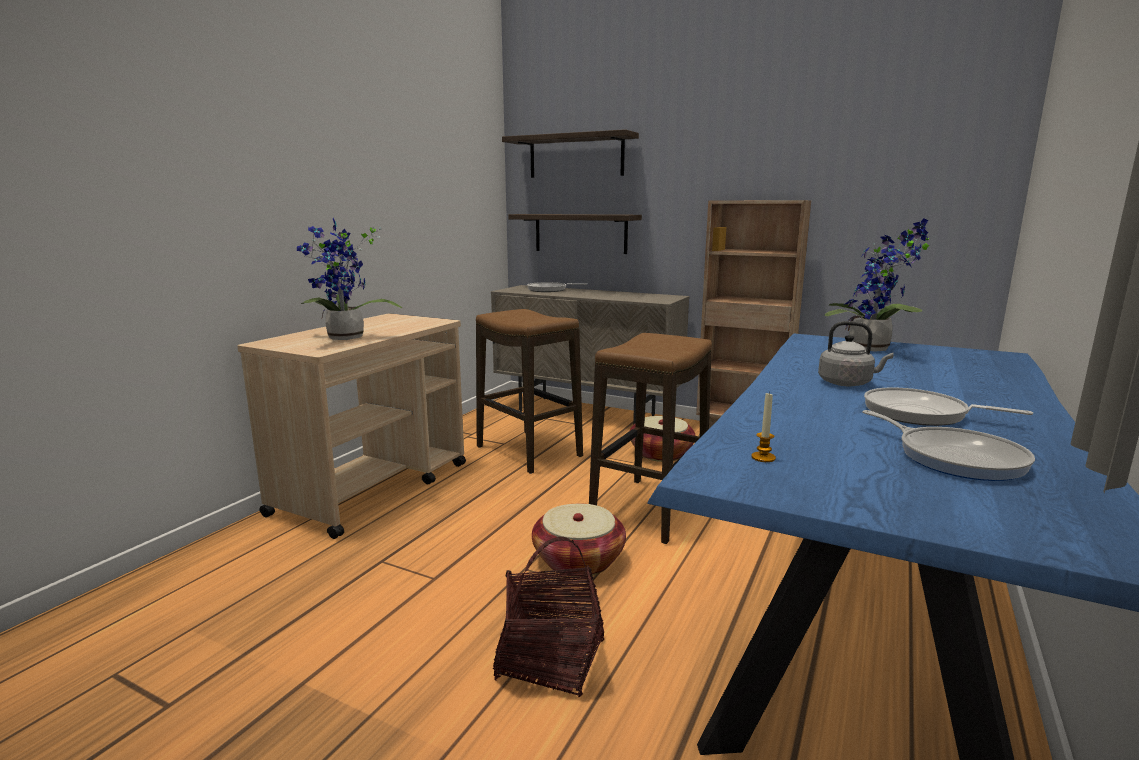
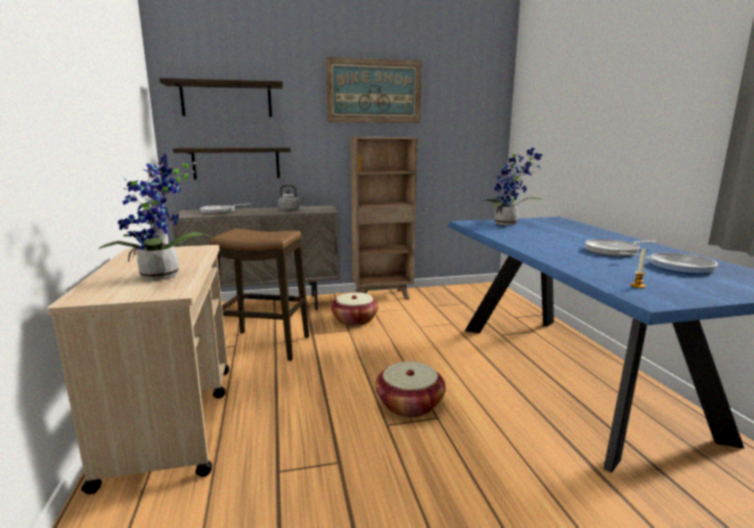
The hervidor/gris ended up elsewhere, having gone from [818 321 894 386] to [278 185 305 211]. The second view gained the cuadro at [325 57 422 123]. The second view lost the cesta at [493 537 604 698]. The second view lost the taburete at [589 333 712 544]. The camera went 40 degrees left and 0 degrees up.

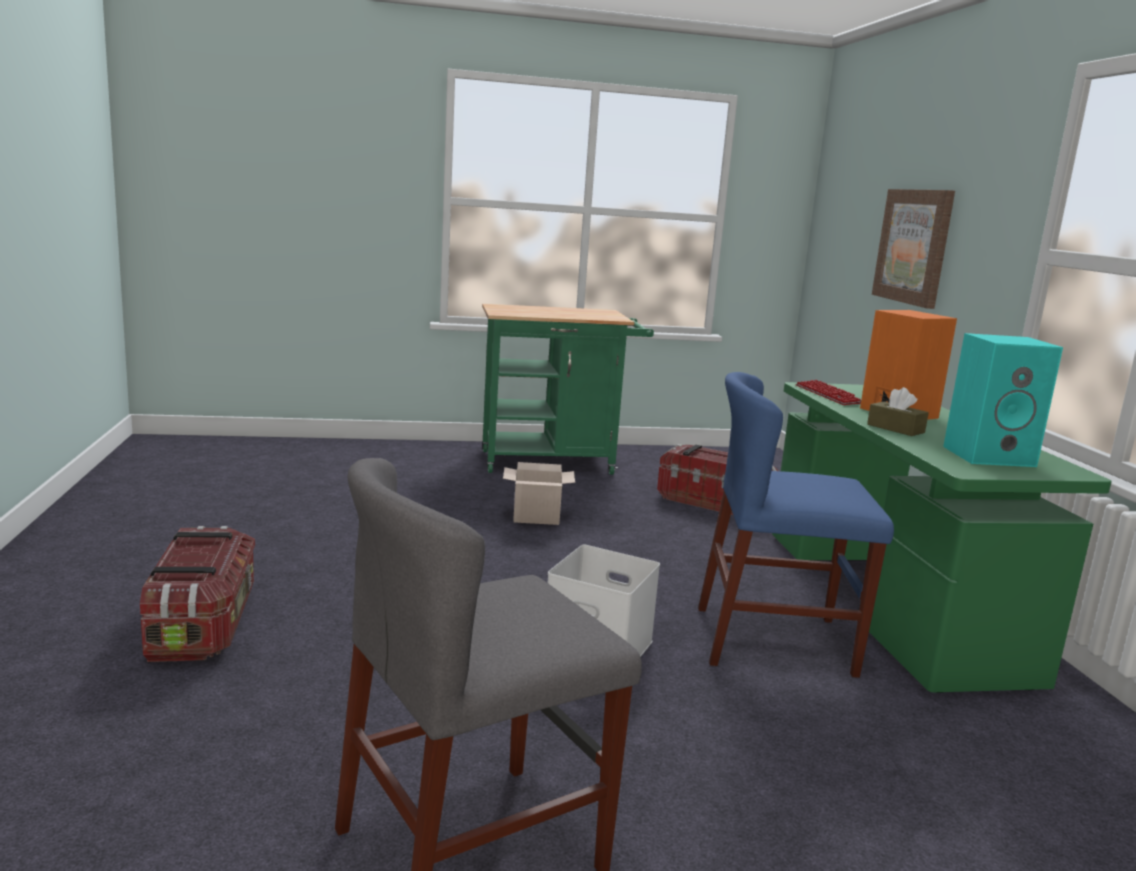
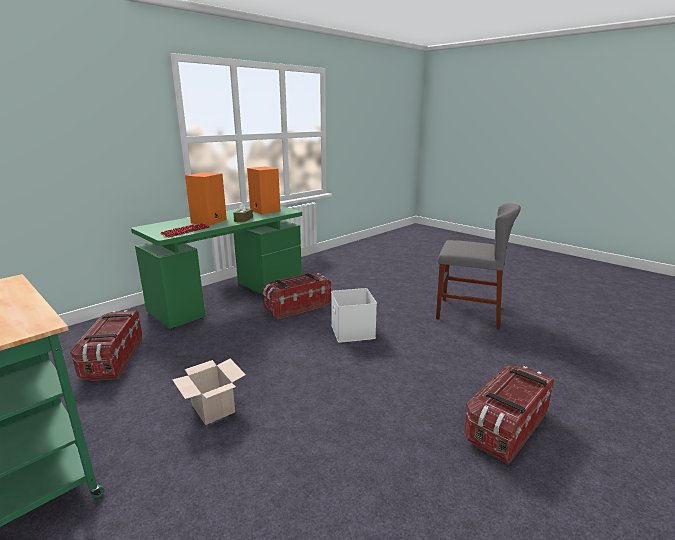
What was the altavoz/turquesa at [943 333 1063 467] turned into the altavoz/naranja at [247 166 280 215]. Where the silla/azul stood at [698 372 894 678], the caja de almacenaje came to stand at [262 273 331 319]. The second view lost the cuadro at [872 189 955 309]. The camera went 125 degrees left and 5 degrees up.

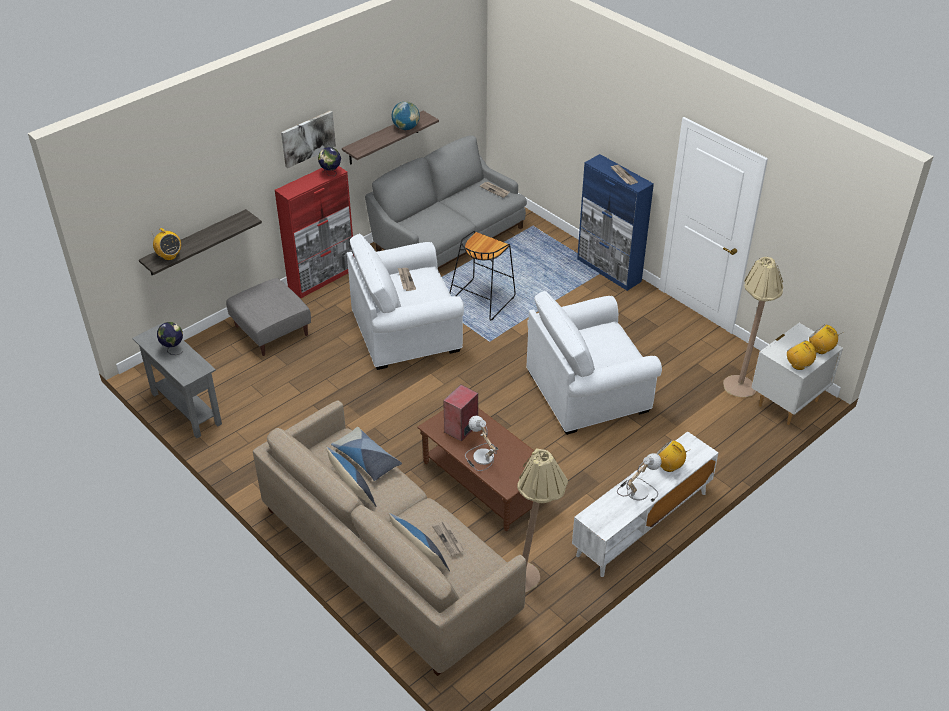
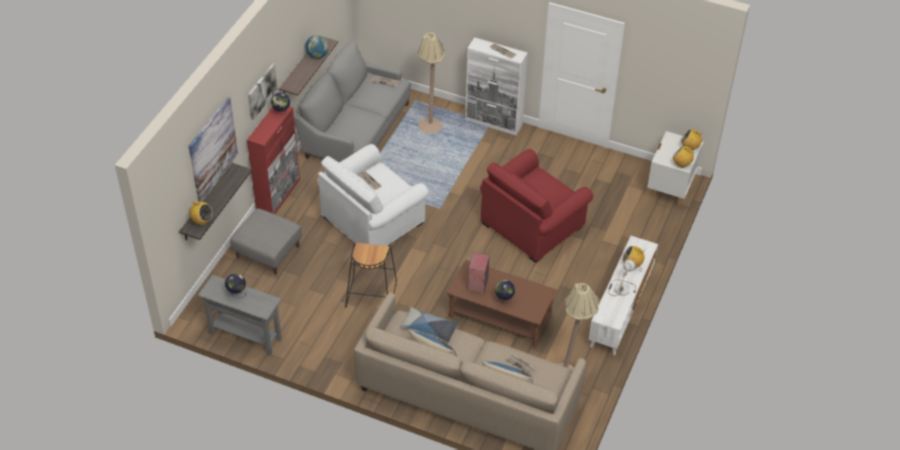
The second view gained the cuadro at [188 97 238 202]. The taburete/negro ended up elsewhere, having gone from [450 231 516 321] to [345 242 397 308]. The lámpara de pie/beis ended up elsewhere, having gone from [723 256 783 397] to [418 32 445 133]. What was the armario/azul at [577 154 654 291] turned into the armario/blanco at [465 37 528 135]. What was the sillón/blanco at [526 291 662 435] turned into the sillón/rojo at [480 149 593 263]. Where the lámpara de mesa stood at [465 416 498 471], the globo terráqueo came to stand at [495 280 515 304]. The camera went 25 degrees left and 5 degrees up.

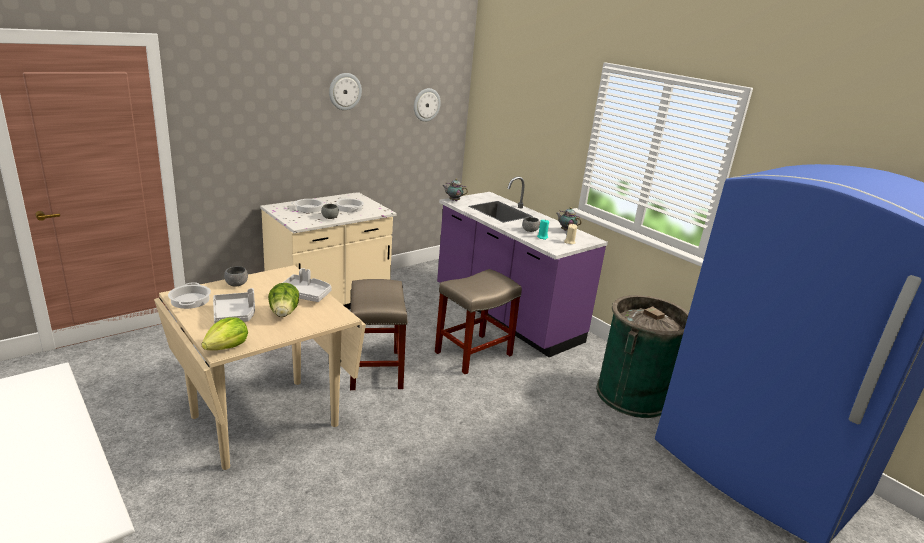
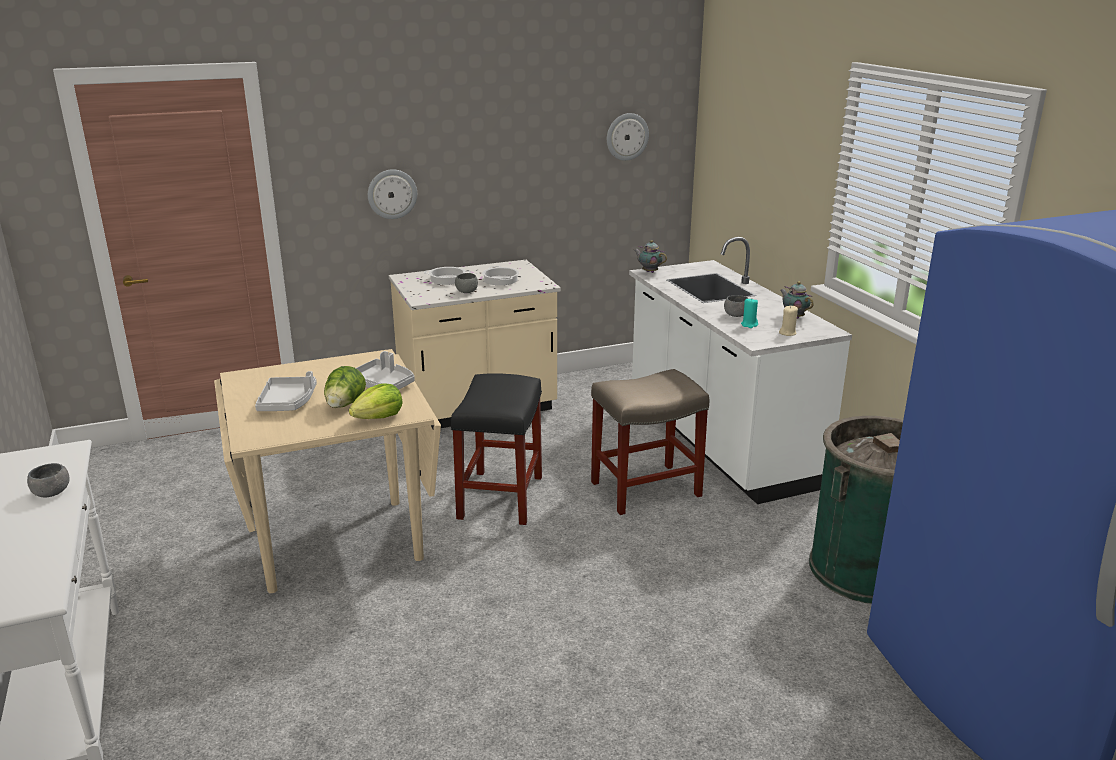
The cuenco/gris ended up elsewhere, having gone from [224 266 248 287] to [27 463 70 497]. The lechuga ended up elsewhere, having gone from [202 317 248 350] to [349 383 403 419]. The reloj de pared ended up elsewhere, having gone from [329 73 362 110] to [368 169 417 219]. What was the taburete/beis at [350 279 408 390] turned into the taburete/negro at [451 373 542 525]. What was the mueble bajo de cocina/morado at [437 176 608 357] turned into the mueble bajo de cocina/blanco at [629 237 852 504]. The second view lost the olla at [168 282 211 309]. The camera went 20 degrees right and 0 degrees up.

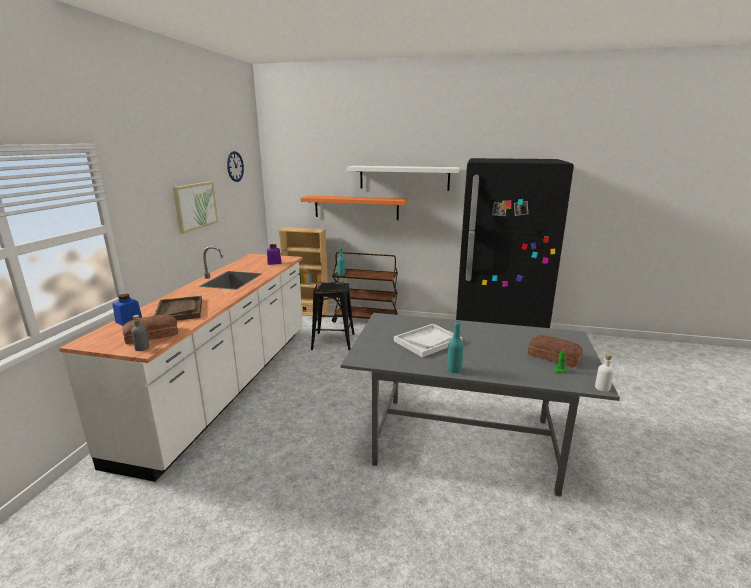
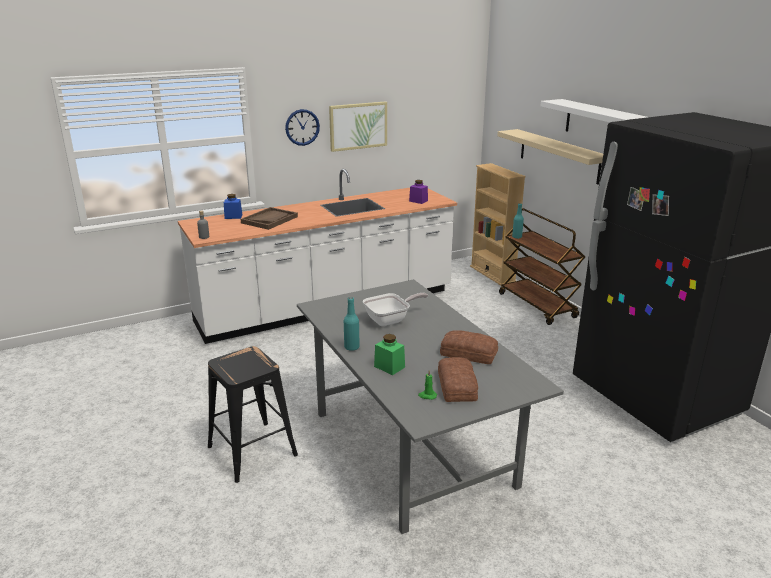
The taburete/negro ended up elsewhere, having gone from [311 282 355 351] to [208 346 298 483]. The reloj de pared ended up elsewhere, having gone from [227 151 244 182] to [285 109 320 146]. Where the bandeja/blanco stood at [394 324 462 357], the sartén came to stand at [363 293 428 326]. The second view gained the tarro/verde at [374 334 405 375]. The pan ended up elsewhere, having gone from [123 315 178 345] to [440 330 498 364]. What was the estante/naranja at [300 196 407 220] turned into the estante/beis at [497 129 603 184]. The second view lost the botella/blanco at [595 353 614 392]. The camera went 50 degrees right and 5 degrees up.

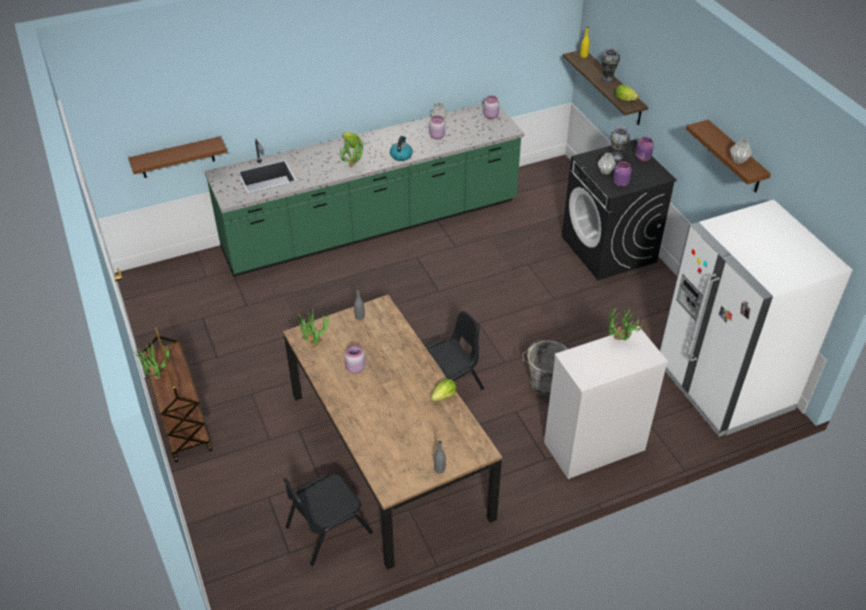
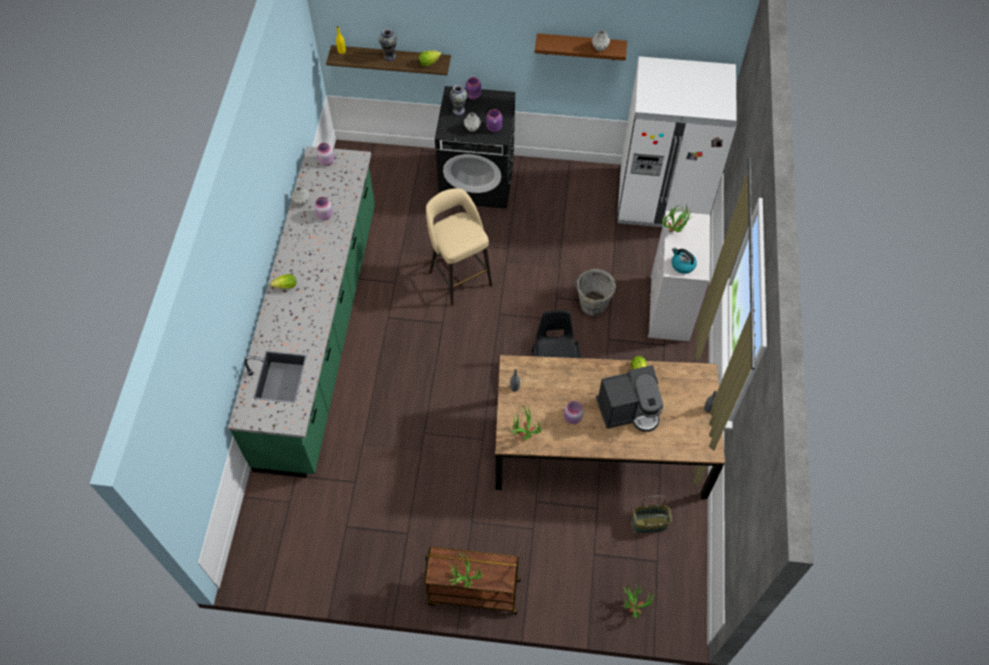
The second view gained the taburete/beis at [426 188 492 306]. The second view gained the cafetera at [596 365 664 432]. The planta en maceta ended up elsewhere, having gone from [340 136 365 167] to [623 583 655 618]. Where the silla/negro stood at [283 474 373 566], the cesta came to stand at [632 496 672 533]. The hervidor ended up elsewhere, having gone from [390 136 413 161] to [672 248 697 274]. The second view lost the estante/marrón at [128 136 227 178]. The camera went 60 degrees left and 15 degrees up.

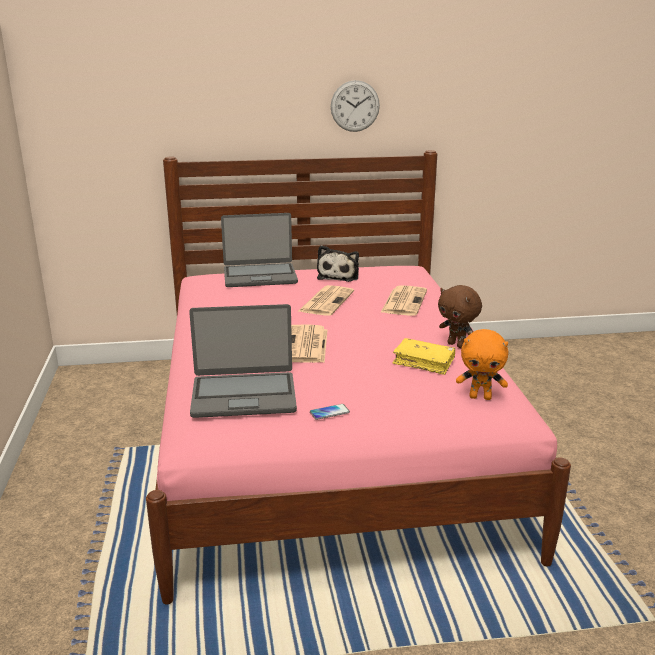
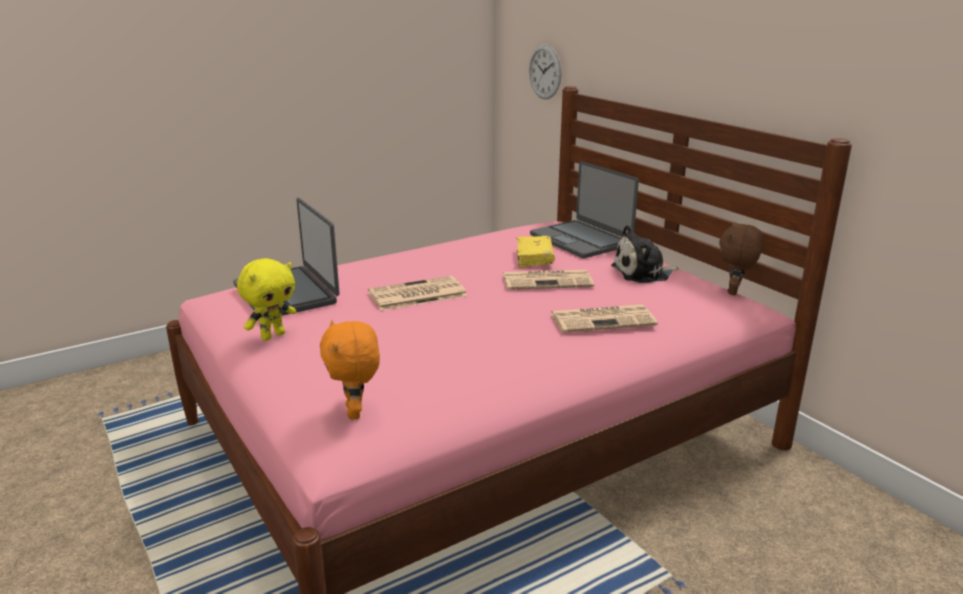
Where the móvil stood at [310 404 350 420], the peluche/amarillo came to stand at [237 258 296 341]. The libro/amarillo ended up elsewhere, having gone from [392 338 456 375] to [517 236 555 268]. The reloj de pared ended up elsewhere, having gone from [331 80 380 132] to [529 45 562 99]. The peluche/marrón ended up elsewhere, having gone from [438 285 482 349] to [719 222 763 295]. The camera went 65 degrees right and 0 degrees up.

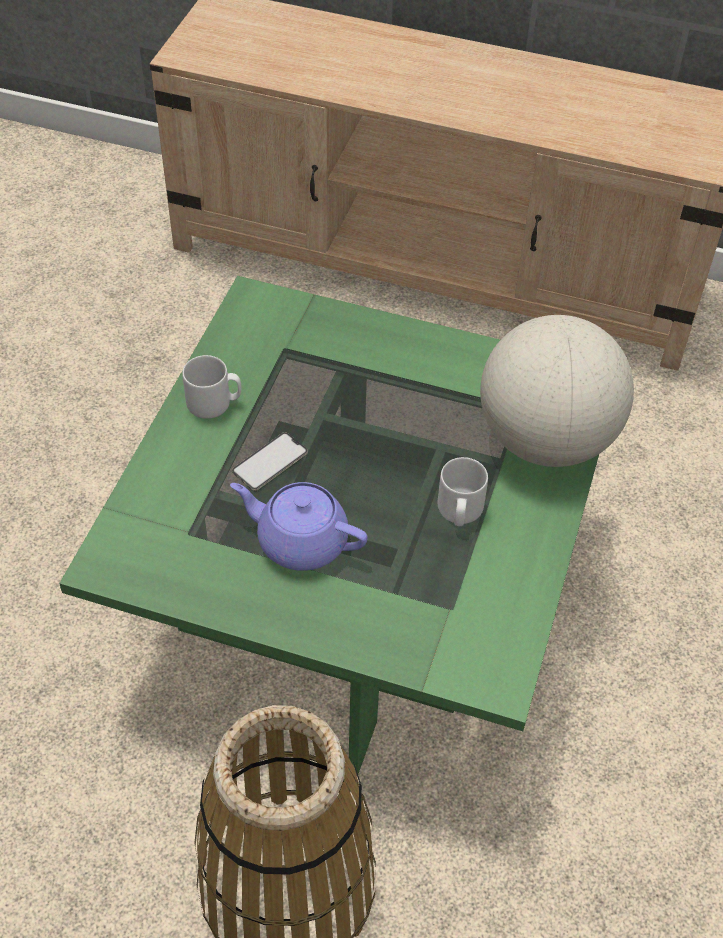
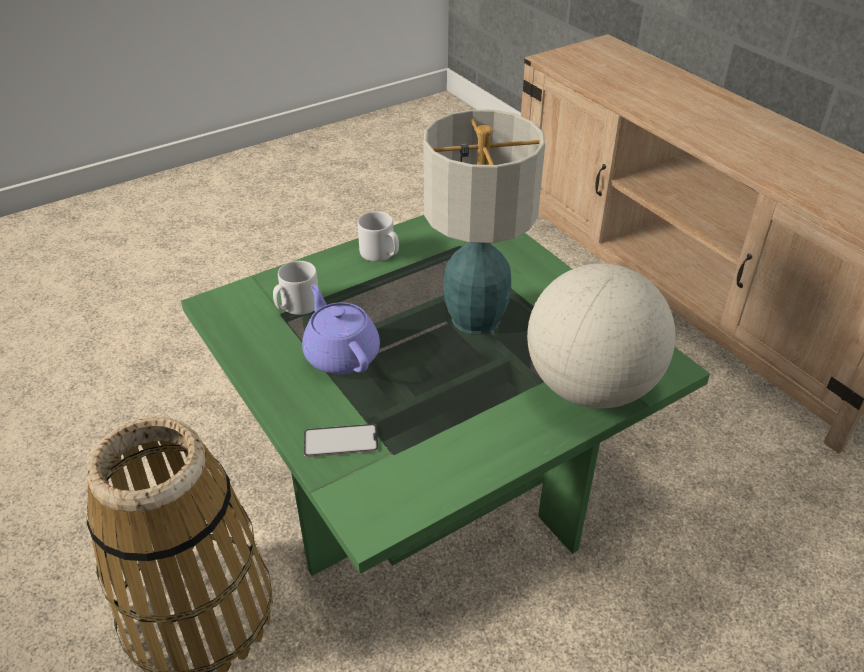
The taza grande/gris ended up elsewhere, having gone from [438 457 488 526] to [273 261 318 315]. The móvil ended up elsewhere, having gone from [232 432 308 491] to [304 424 379 457]. The second view gained the lámpara de mesa at [423 109 545 334]. The camera went 40 degrees right and 10 degrees down.

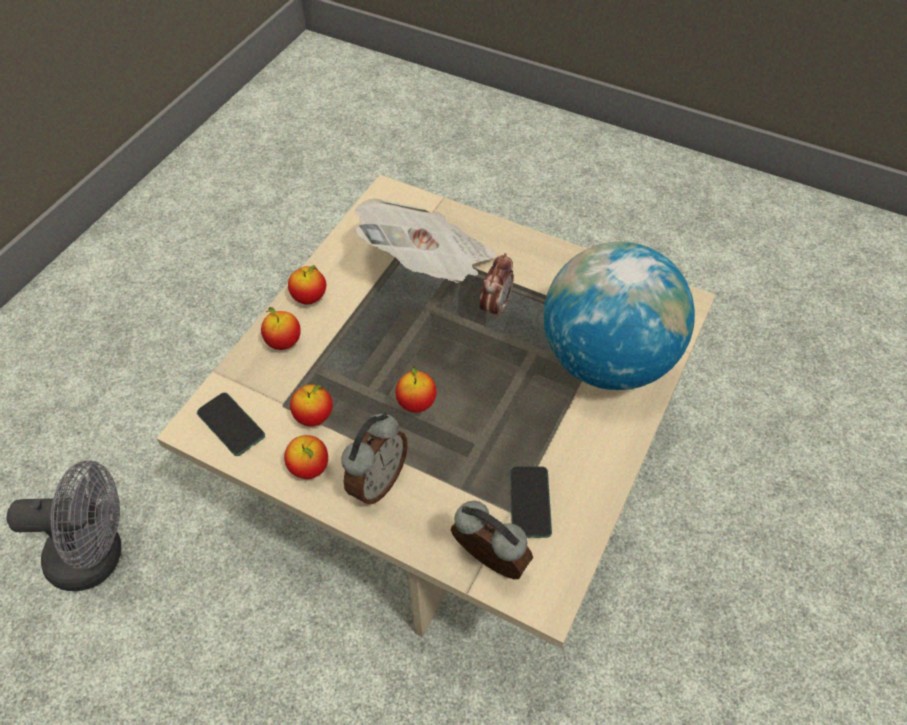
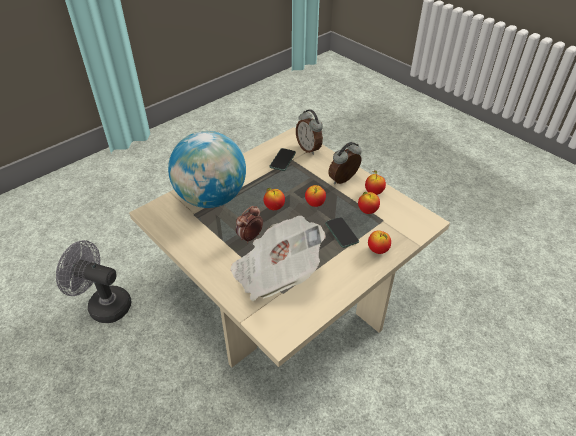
The ventilador/gris ended up elsewhere, having gone from [7 460 121 591] to [56 240 132 323]. The manzana ended up elsewhere, having gone from [288 265 326 304] to [263 188 285 210]. The móvil ended up elsewhere, having gone from [197 393 265 456] to [325 217 359 248]. The camera went 160 degrees left and 10 degrees down.

